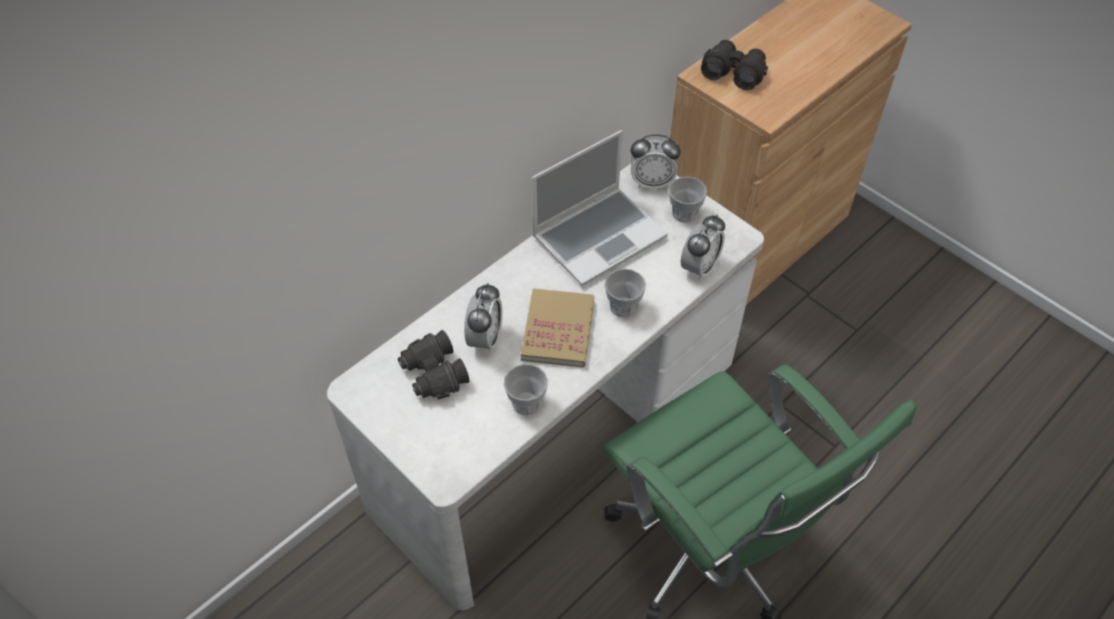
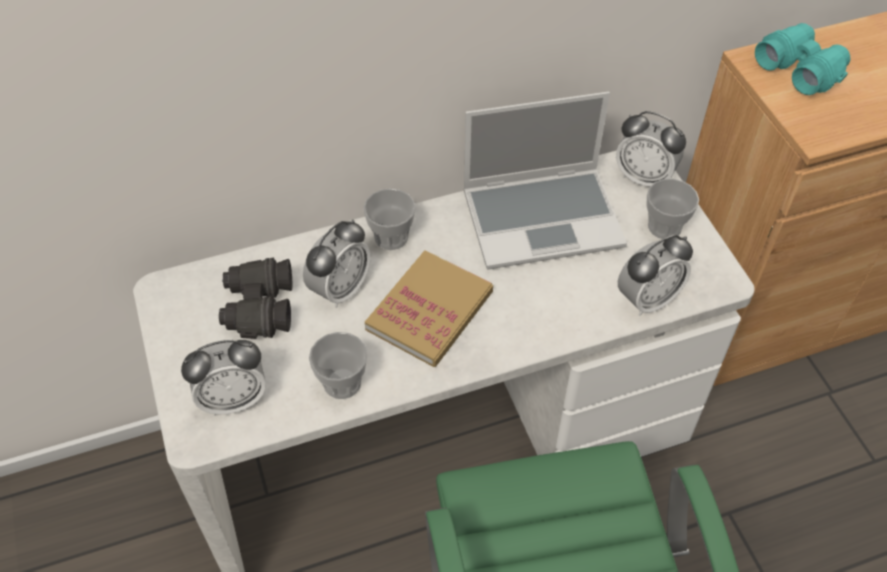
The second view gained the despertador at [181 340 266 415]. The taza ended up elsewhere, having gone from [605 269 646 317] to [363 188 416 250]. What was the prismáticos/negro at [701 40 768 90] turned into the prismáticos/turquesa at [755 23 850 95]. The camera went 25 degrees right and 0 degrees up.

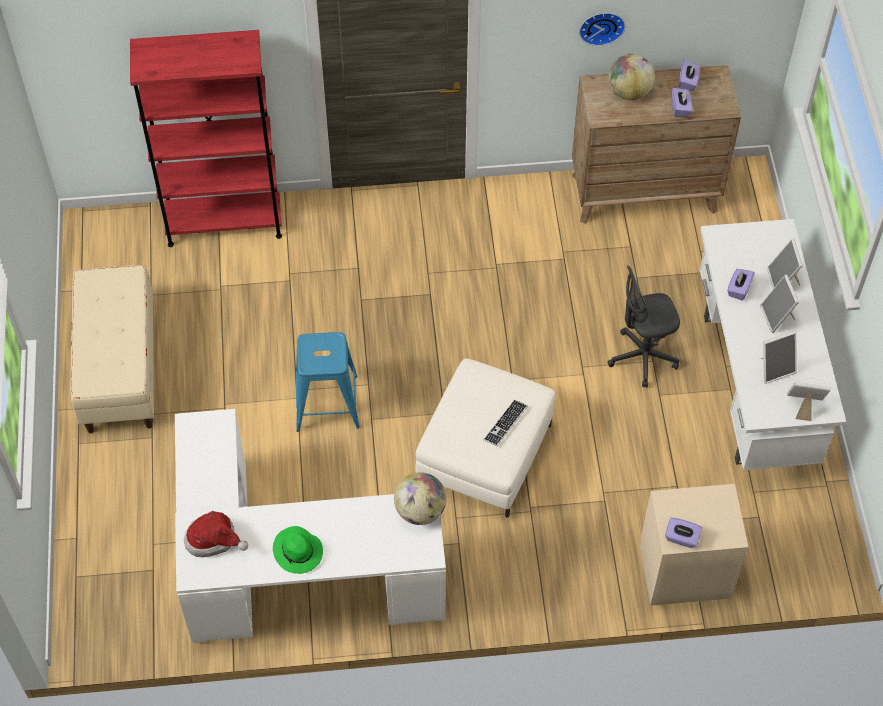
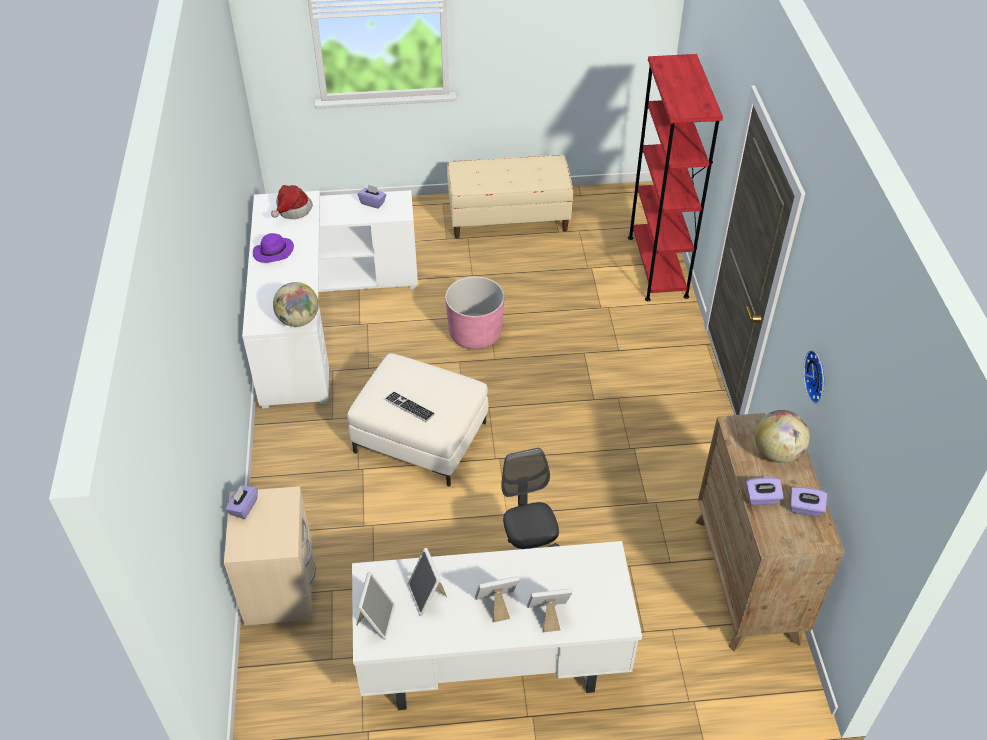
What was the sombrero/verde at [273 526 323 574] turned into the sombrero/morado at [253 233 294 263]. The caja de pañuelos/morado ended up elsewhere, having gone from [727 269 755 300] to [358 185 386 209]. Where the taburete/azul stood at [295 332 360 432], the maceta/rosa came to stand at [445 276 504 349]. The camera went 90 degrees right and 10 degrees down.

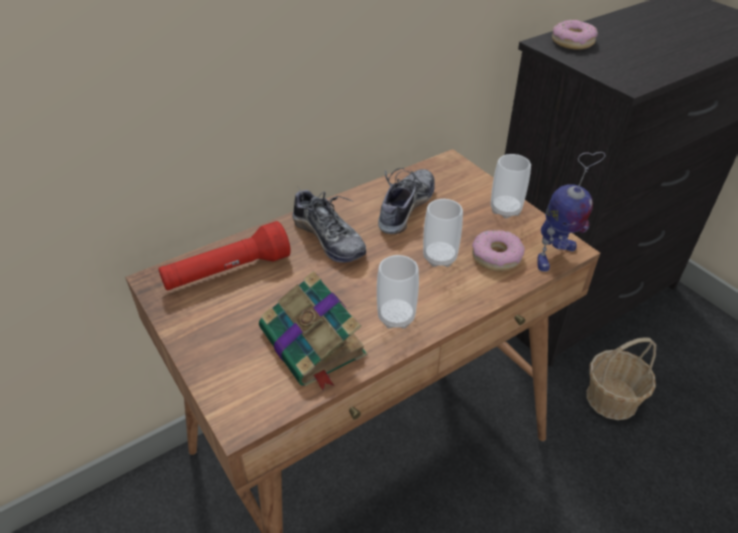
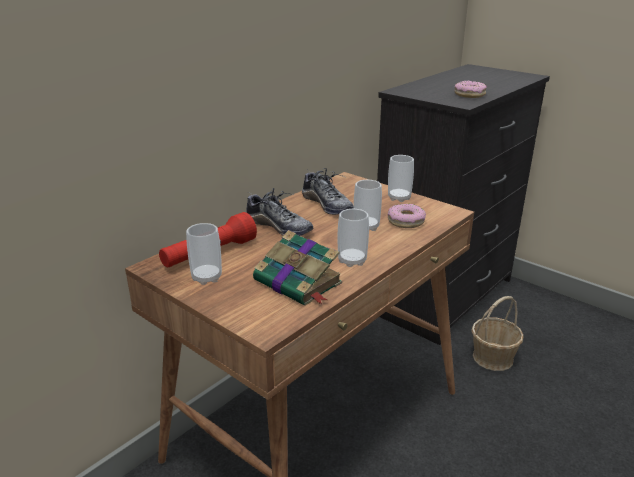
The second view gained the taza at [186 223 222 285]. The zapato at [378 168 435 234] ended up facing another way, 135 degrees clockwise from before. The rosquilla ended up elsewhere, having gone from [552 20 598 50] to [454 81 487 98]. The second view lost the robot de juguete at [537 152 605 272]. The camera went 15 degrees left and 15 degrees down.

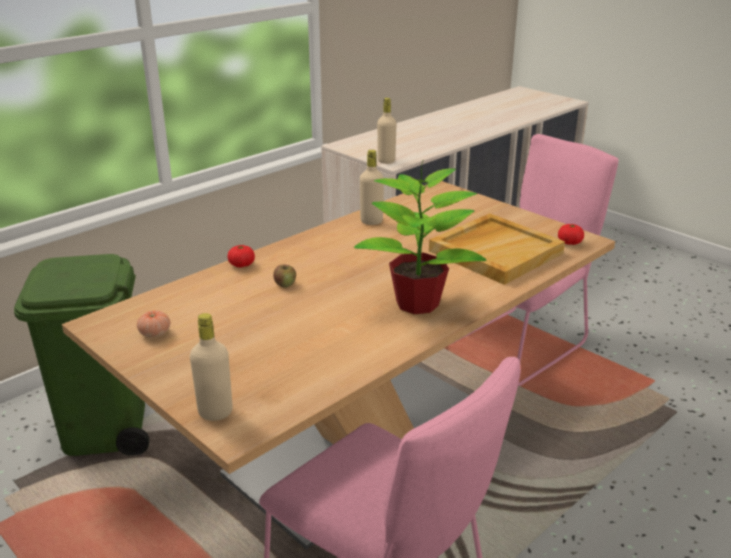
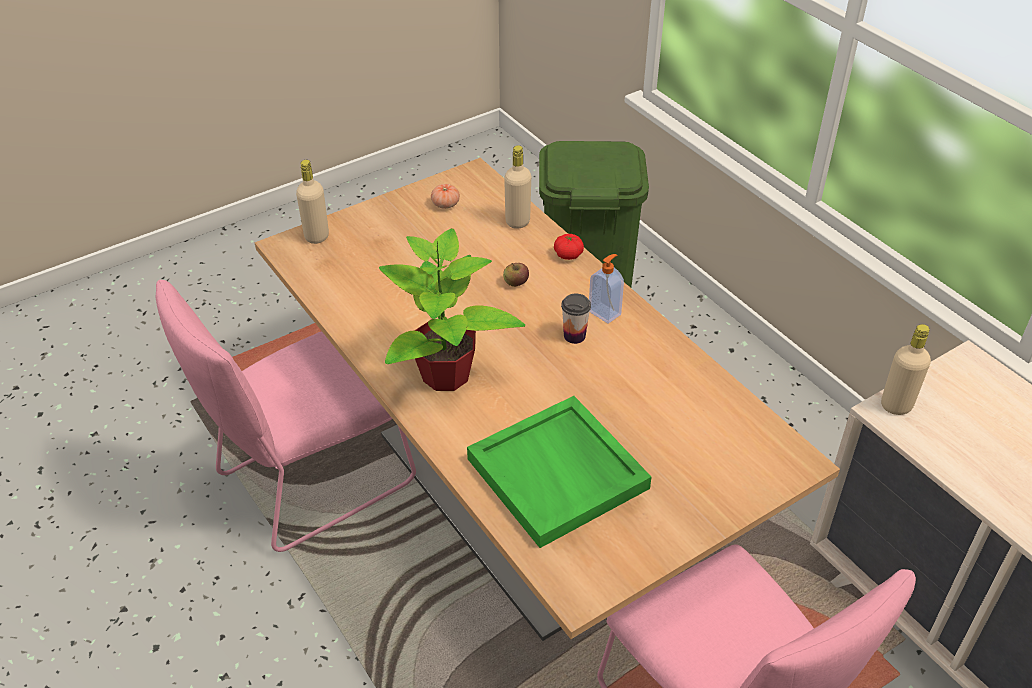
What was the bandeja/beis at [429 213 565 285] turned into the bandeja/verde at [467 396 652 548]. The botella/beis ended up elsewhere, having gone from [360 150 384 225] to [504 145 531 229]. The second view gained the taza at [561 294 591 344]. The second view gained the dispensador de jabón at [589 254 624 324]. The second view lost the tomate at [558 224 584 245]. The camera went 100 degrees right and 15 degrees up.

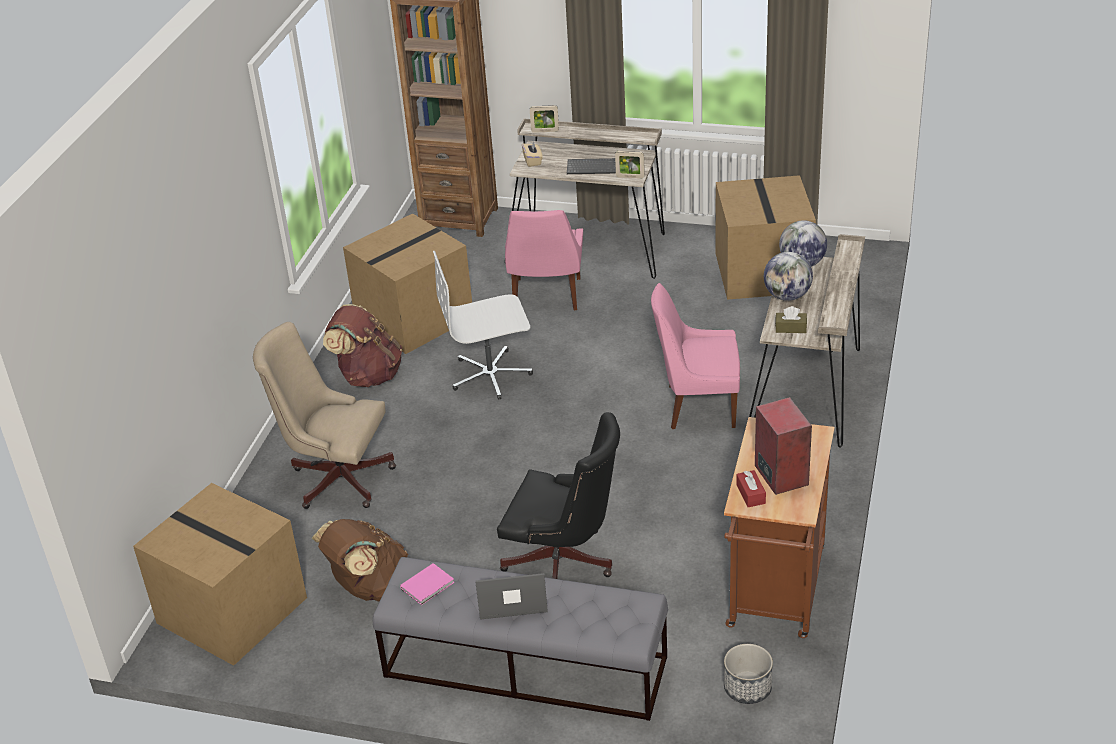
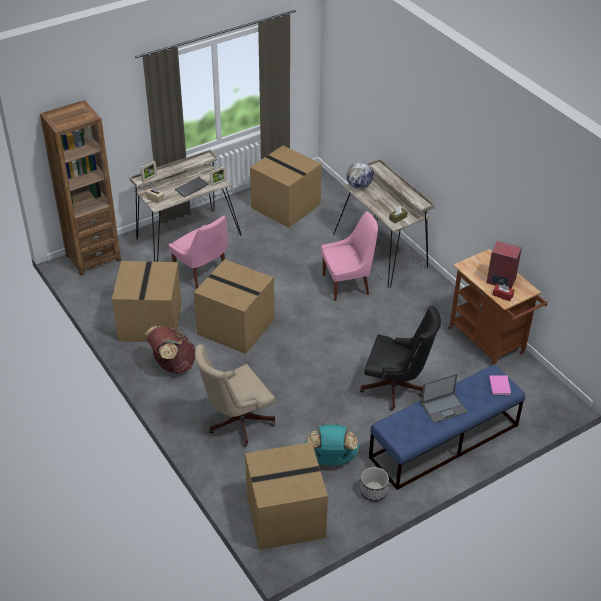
Where the silla de oficina/blanco stood at [433 251 533 400], the caja de cartón came to stand at [194 259 274 354]. What was the mochila/marrón at [312 519 408 602] turned into the mochila/turquesa at [305 423 359 465]. The silla/rosa at [651 283 740 429] ended up facing another way, 150 degrees counterclockwise from before. The silla de oficina/negro at [497 412 620 579] ended up facing another way, 45 degrees clockwise from before. The maceta ended up elsewhere, having gone from [724 644 773 704] to [360 467 389 502]. What was the banco/gris at [373 557 668 721] turned into the banco/azul at [369 364 525 490]. The portátil at [475 573 548 620] ended up facing another way, 150 degrees counterclockwise from before. The libro/rosa ended up elsewhere, having gone from [400 563 454 605] to [489 376 511 395]. The second view lost the globo terráqueo at [764 252 813 301]. The camera went 50 degrees left and 5 degrees up.

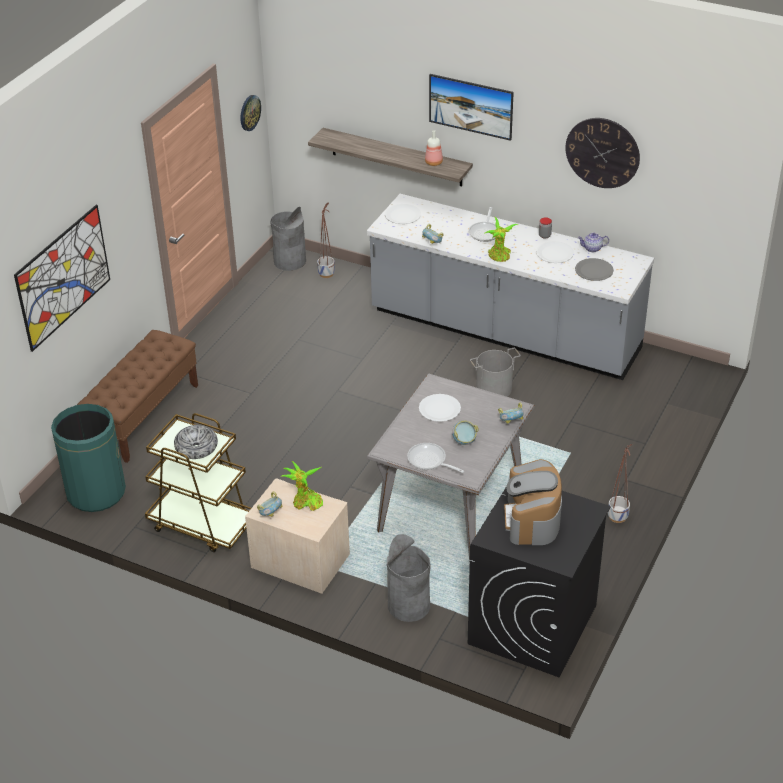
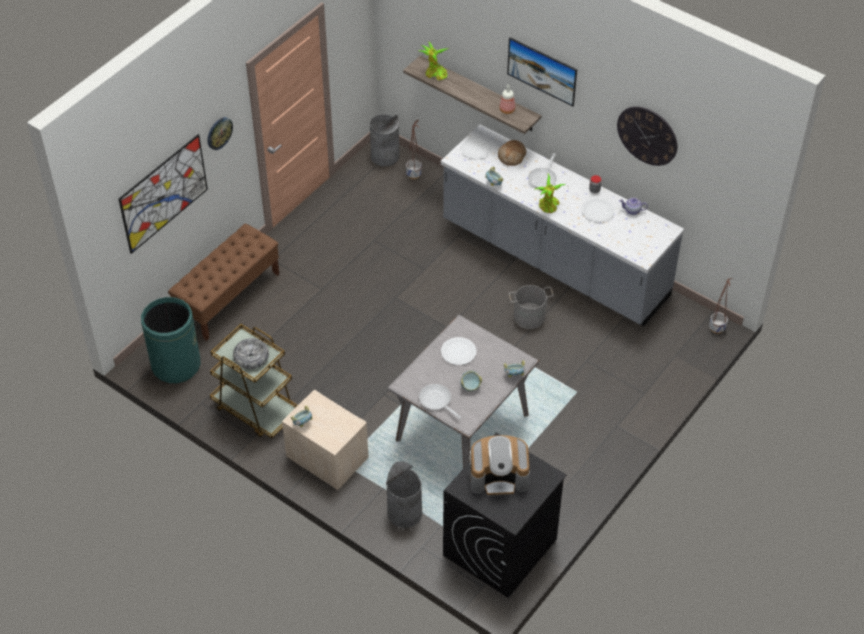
The reloj de pared ended up elsewhere, having gone from [240 95 261 131] to [208 117 233 150]. The planta en maceta ended up elsewhere, having gone from [280 461 323 511] to [419 41 449 80]. The cafetera at [504 459 562 545] ended up facing another way, 105 degrees counterclockwise from before. The second view gained the pan at [498 140 526 166]. The maceta ended up elsewhere, having gone from [608 444 633 523] to [709 278 732 334]. The second view lost the plato/gris at [575 258 614 281]. The camera went 10 degrees right and 10 degrees up.

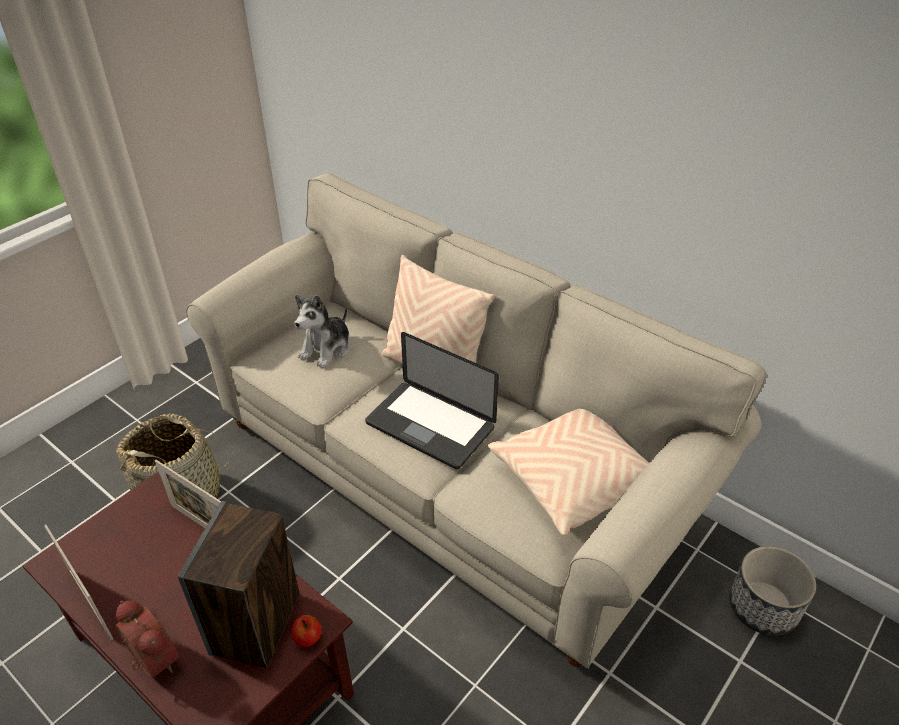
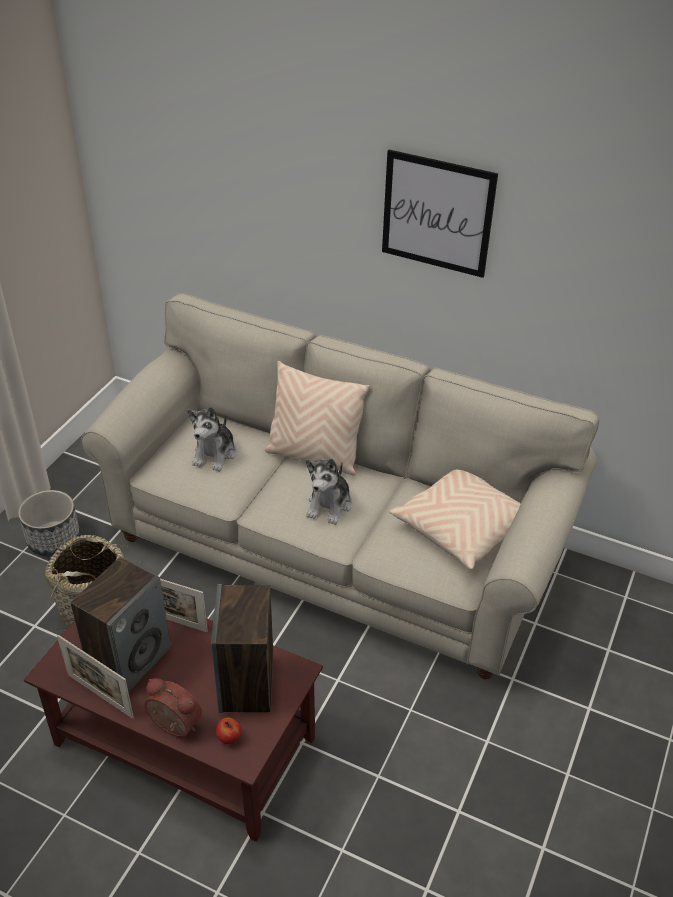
The maceta ended up elsewhere, having gone from [730 546 816 636] to [18 490 80 556]. The second view gained the altavoz at [71 557 171 693]. The manzana ended up elsewhere, having gone from [291 615 322 647] to [216 717 242 744]. Where the portátil stood at [365 332 499 469], the peluche came to stand at [306 458 352 525]. The second view gained the cuadro at [382 150 498 278]. The camera went 15 degrees left and 0 degrees up.

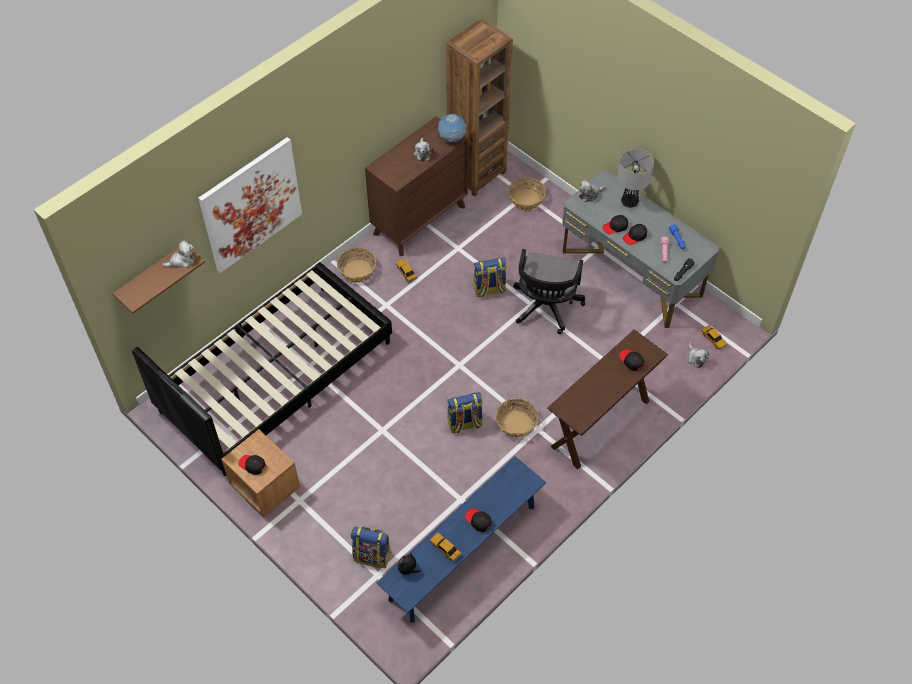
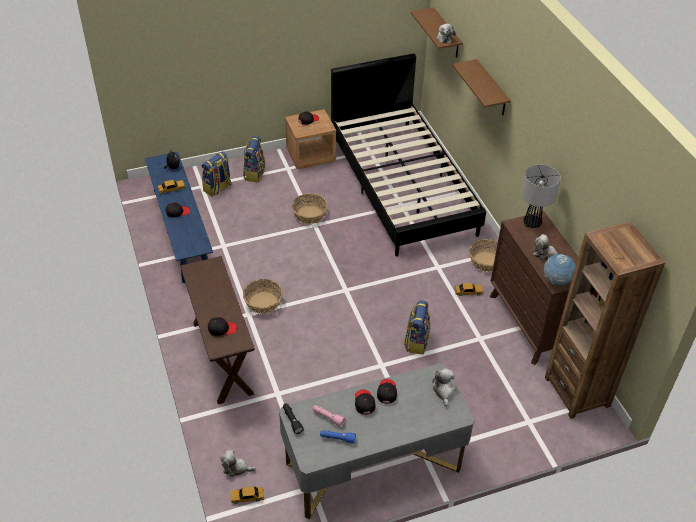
The mochila ended up elsewhere, having gone from [447 392 483 434] to [243 136 265 182]. The cesta ended up elsewhere, having gone from [508 177 546 210] to [292 194 328 224]. Where the cuadro hung at [198 137 302 273], the estante/marrón came to hang at [452 59 511 115]. The lámpara de mesa ended up elsewhere, having gone from [618 149 654 207] to [521 165 561 228]. The second view lost the silla de oficina/negro at [513 249 585 334]. The camera went 115 degrees right and 10 degrees down.

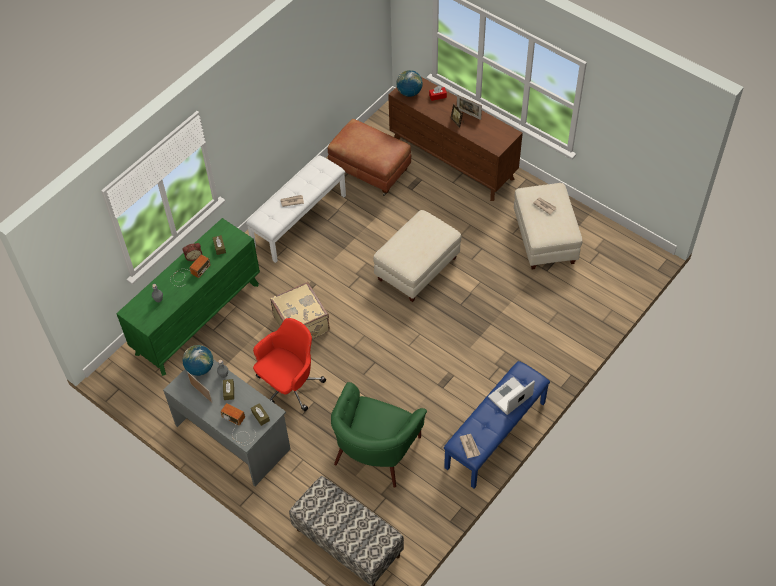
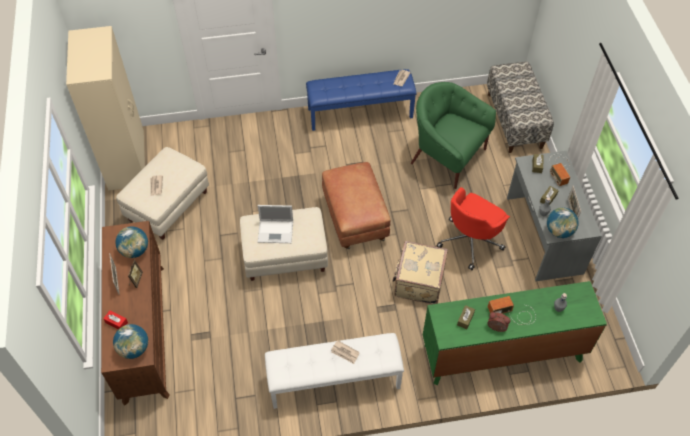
The second view gained the armario ropero/beis at [66 26 145 191]. The second view gained the globo terráqueo at [115 226 148 258]. The portátil ended up elsewhere, having gone from [488 377 535 415] to [258 205 293 243]. The puf/marrón ended up elsewhere, having gone from [328 119 411 196] to [322 162 390 249]. The sillón/verde at [331 382 427 488] ended up facing another way, 120 degrees counterclockwise from before. The silla de oficina/rojo at [253 318 326 411] ended up facing another way, 45 degrees counterclockwise from before. The camera went 140 degrees left and 0 degrees up.

